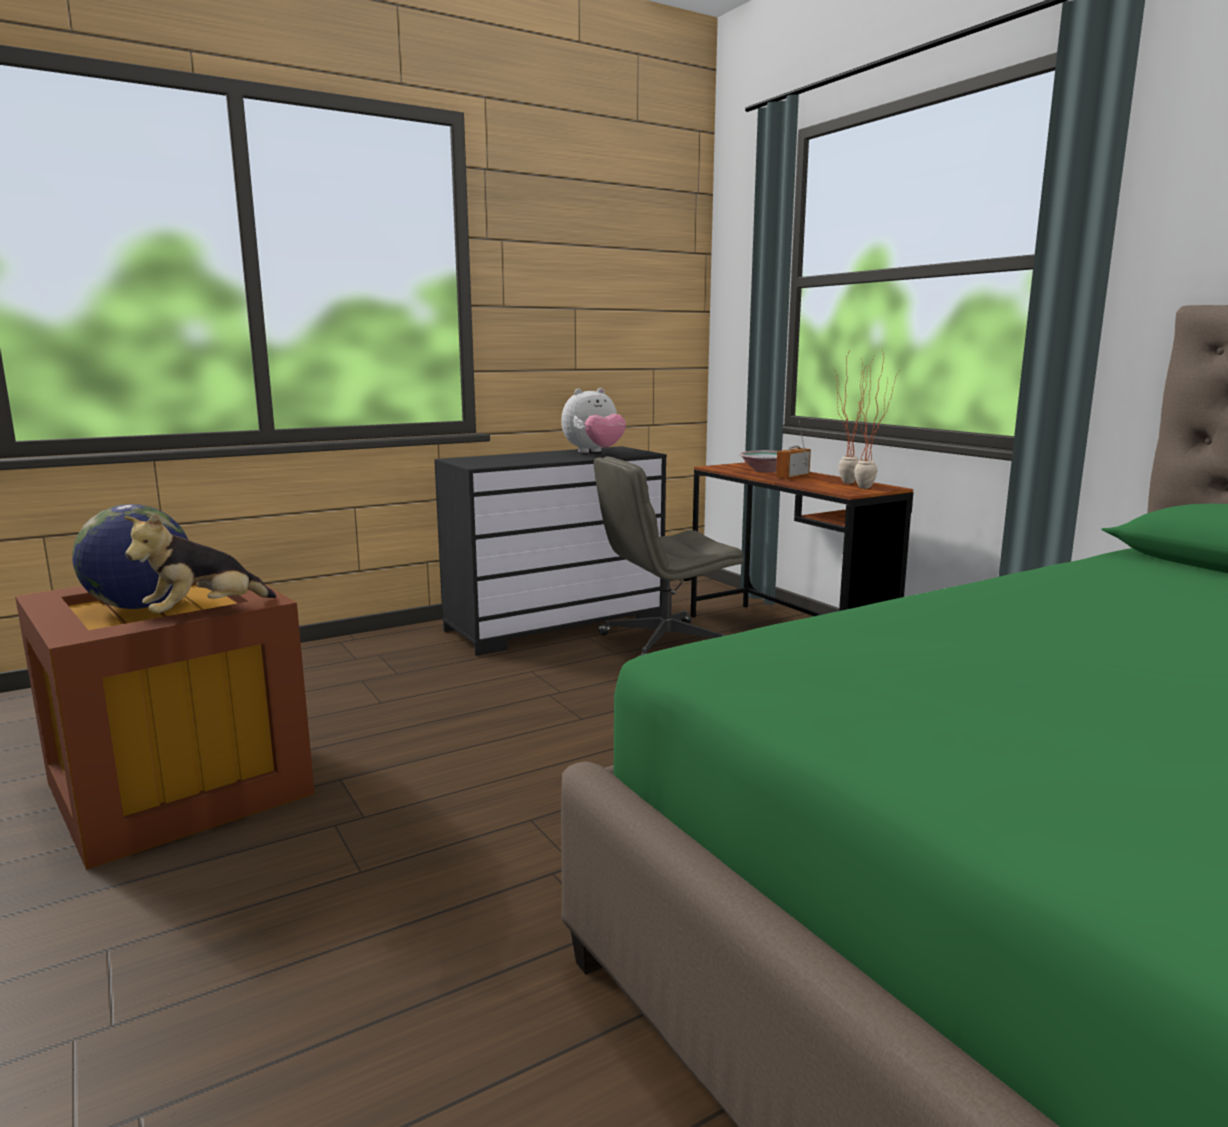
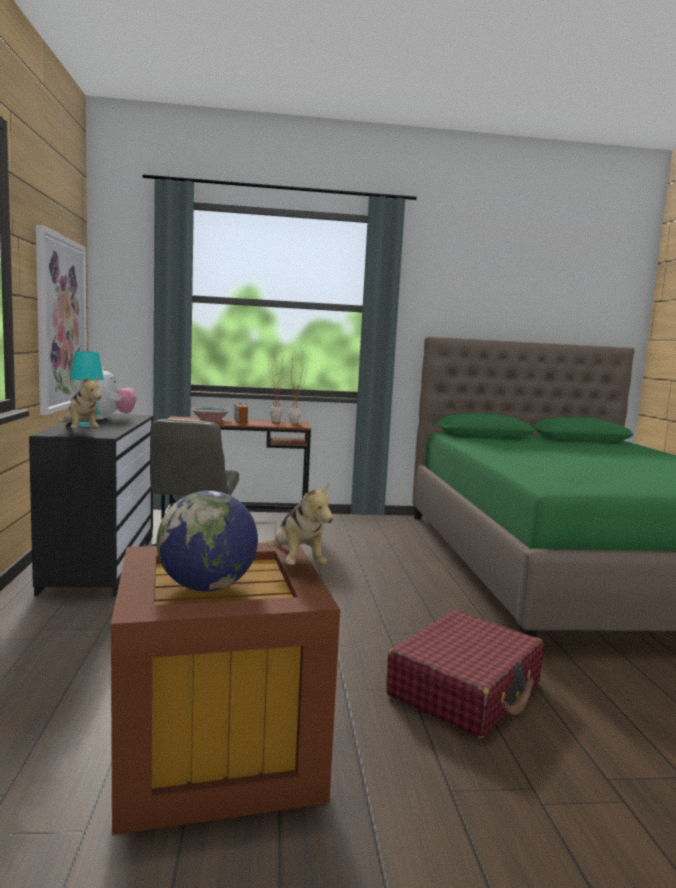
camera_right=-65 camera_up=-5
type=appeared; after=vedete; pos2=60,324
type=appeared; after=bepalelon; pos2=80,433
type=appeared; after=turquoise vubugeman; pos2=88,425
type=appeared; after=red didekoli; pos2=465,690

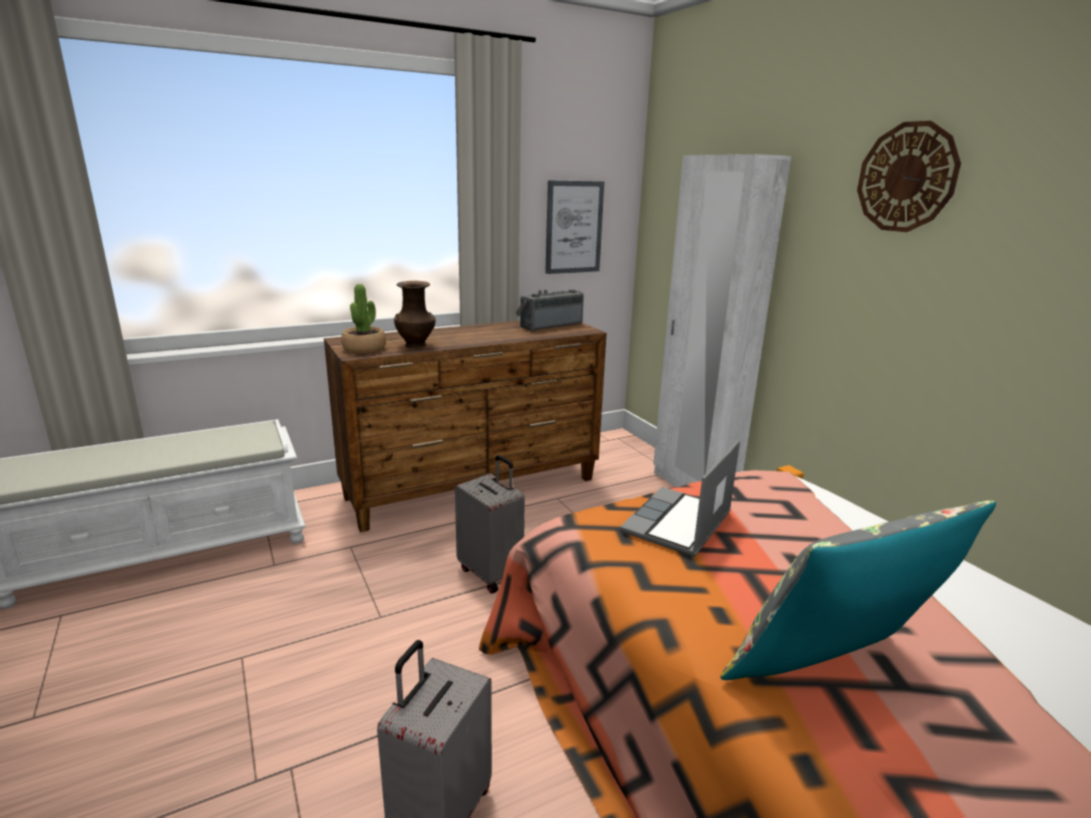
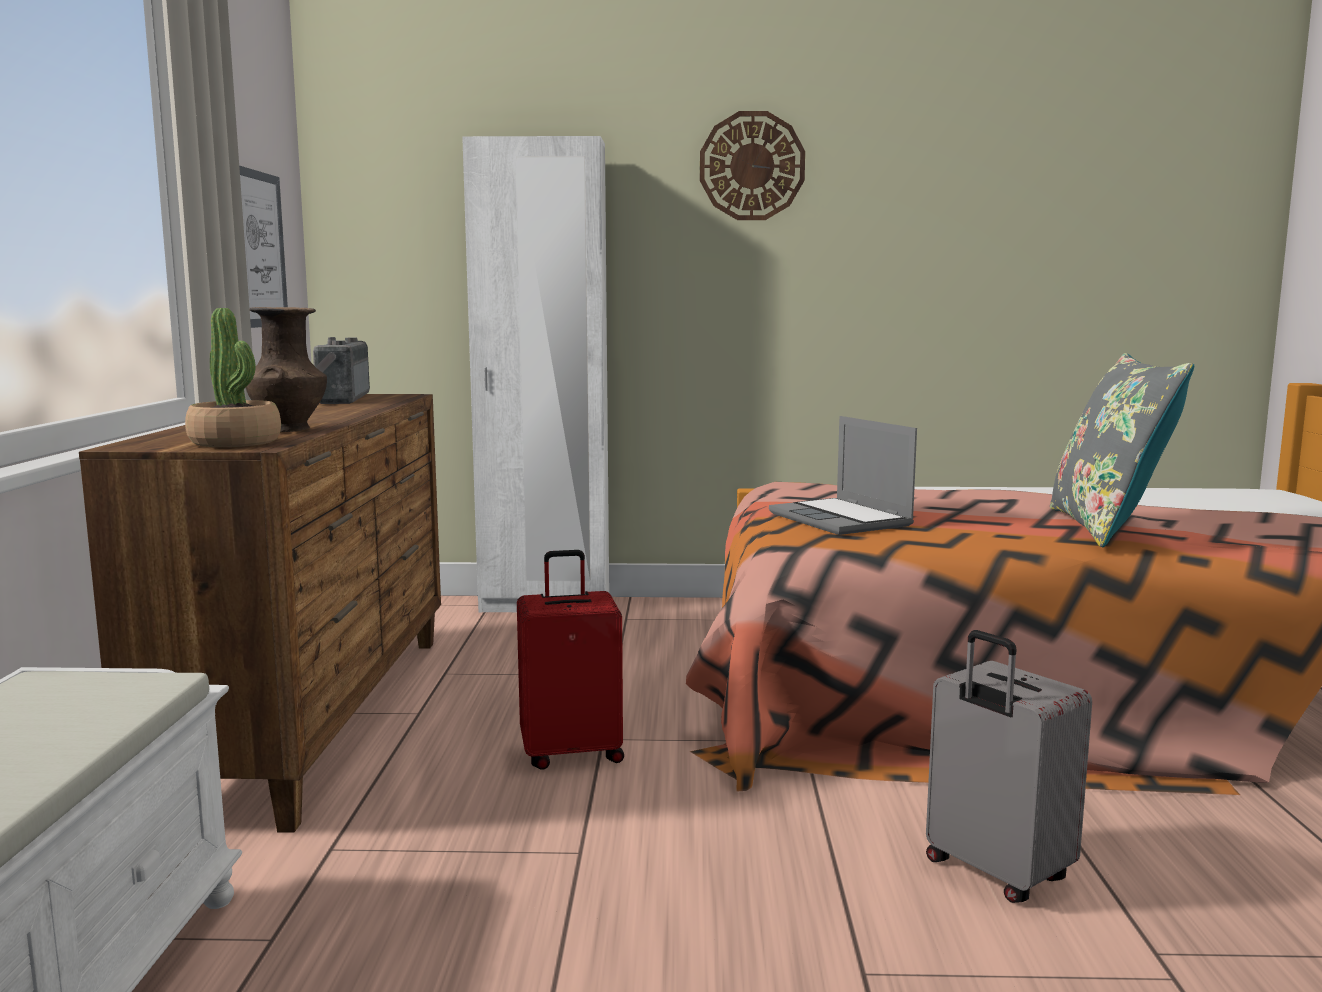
camera_right=-60 camera_up=-10
type=colour; before=grey didekoli; after=red didekoli; pos1=491,573; pos2=572,753

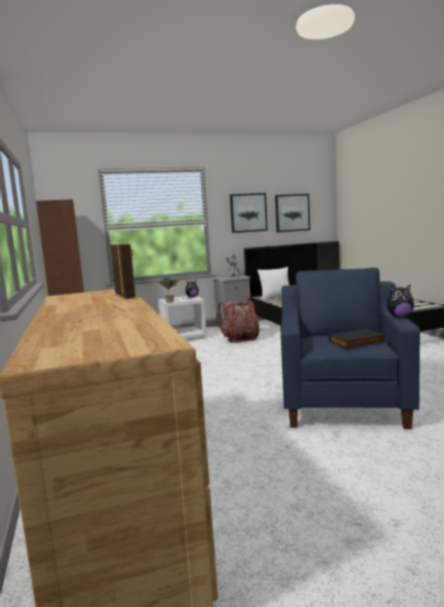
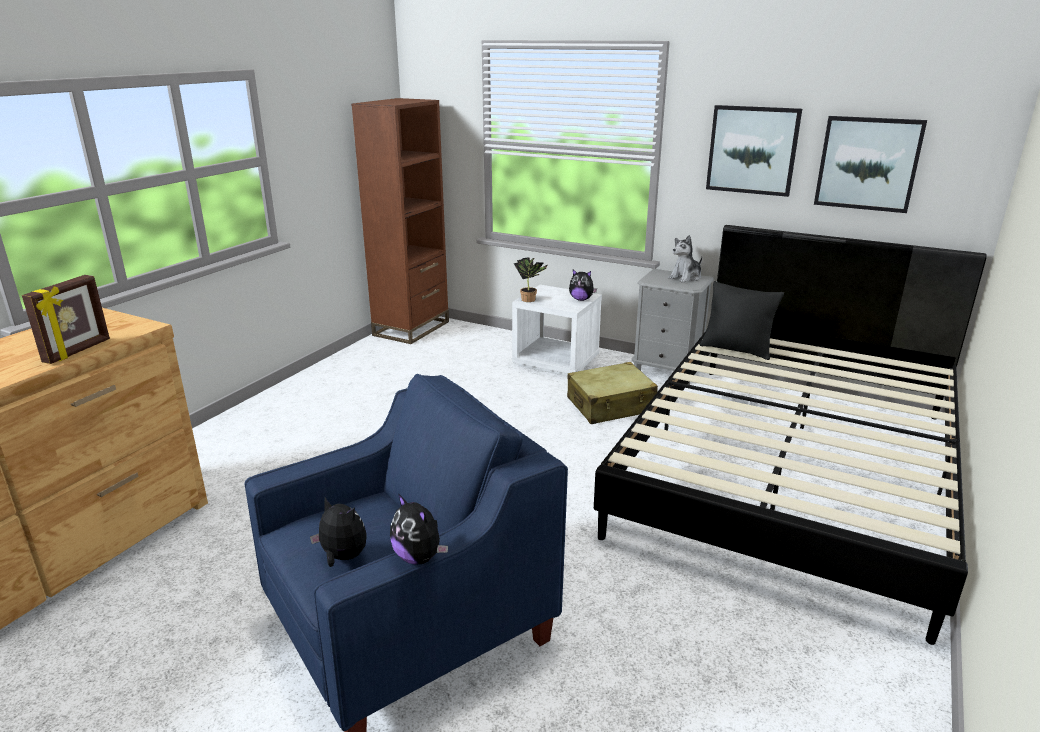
camera_right=45 camera_up=15
type=exchanged; before=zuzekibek; after=beige didekoli; pos1=240,338; pos2=611,405
type=exchanged; before=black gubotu; after=bepalelon; pos1=357,342; pos2=342,557
type=colour; before=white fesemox; after=black fesemox; pos1=276,298; pos2=736,349

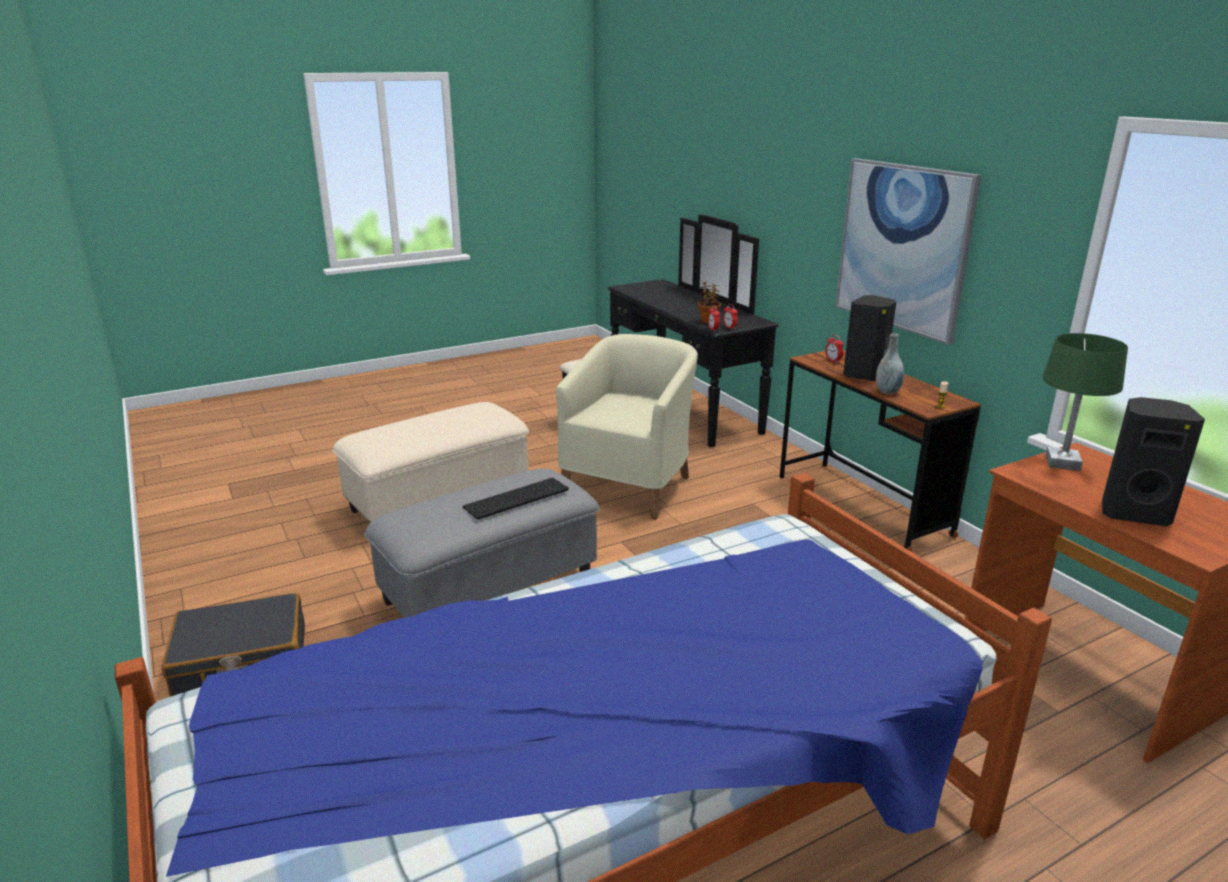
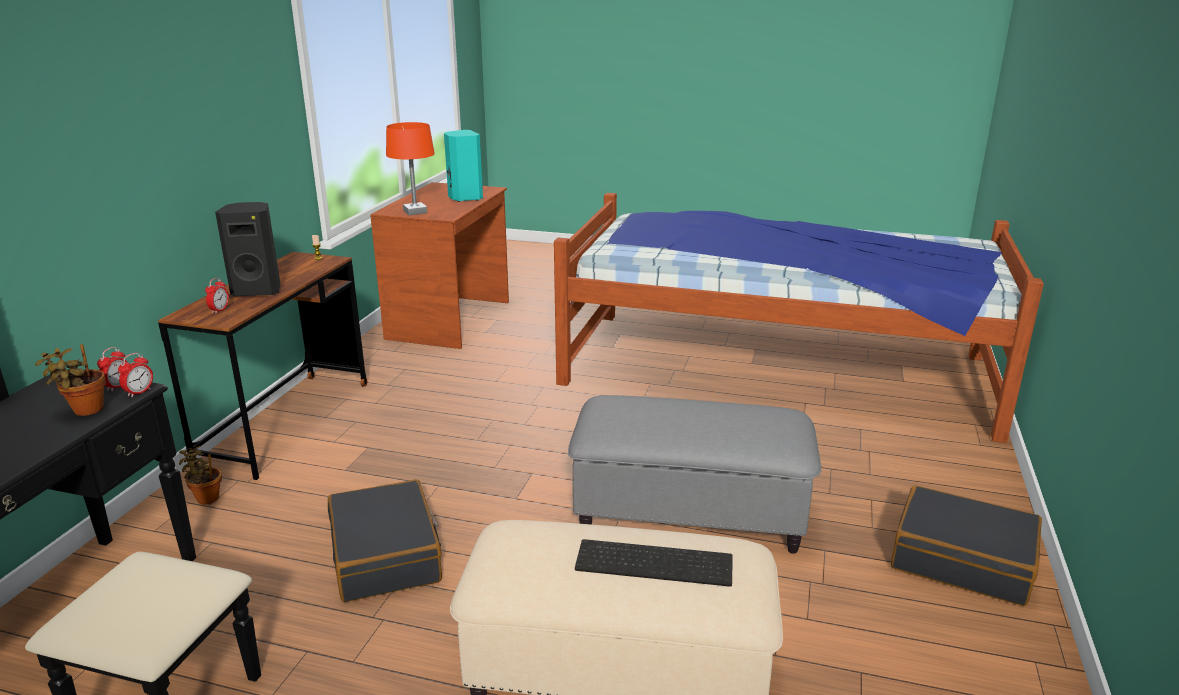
camera_right=-135 camera_up=0
type=missing; before=vedete; pos1=902,247
type=missing; before=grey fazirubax; pos1=887,391
type=appeared; after=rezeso; pos2=206,498
type=relocated; before=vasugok; pos1=516,499; pos2=656,561
type=exchanged; before=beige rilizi; after=black didekoli; pos1=630,486; pos2=386,555
type=colour; before=green vubugeman; after=orange vubugeman; pos1=1063,463; pos2=415,212
type=colour; before=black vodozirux; after=turquoise vodozirux; pos1=1133,513; pos2=464,198

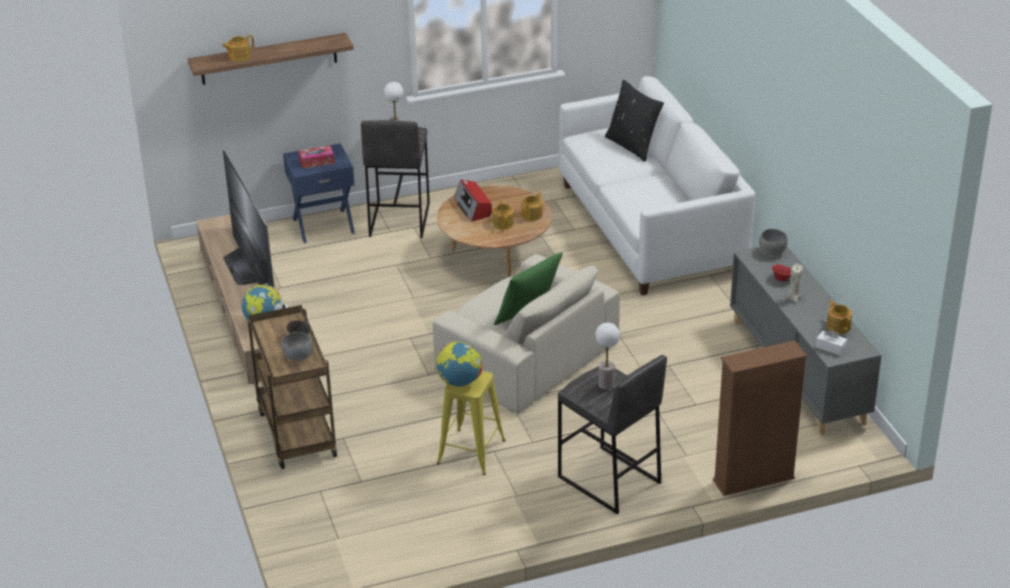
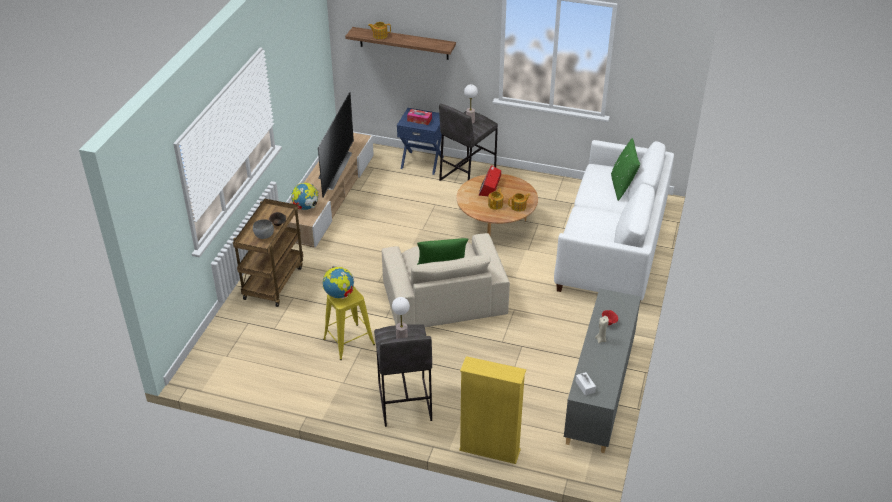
camera_right=35 camera_up=5
type=missing; before=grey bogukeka; pos1=772,252
type=missing; before=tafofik; pos1=838,326
type=colour; before=black fesemox; after=green fesemox; pos1=632,146; pos2=622,187
type=colour; before=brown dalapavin; after=yellow dalapavin; pos1=753,479; pos2=489,450

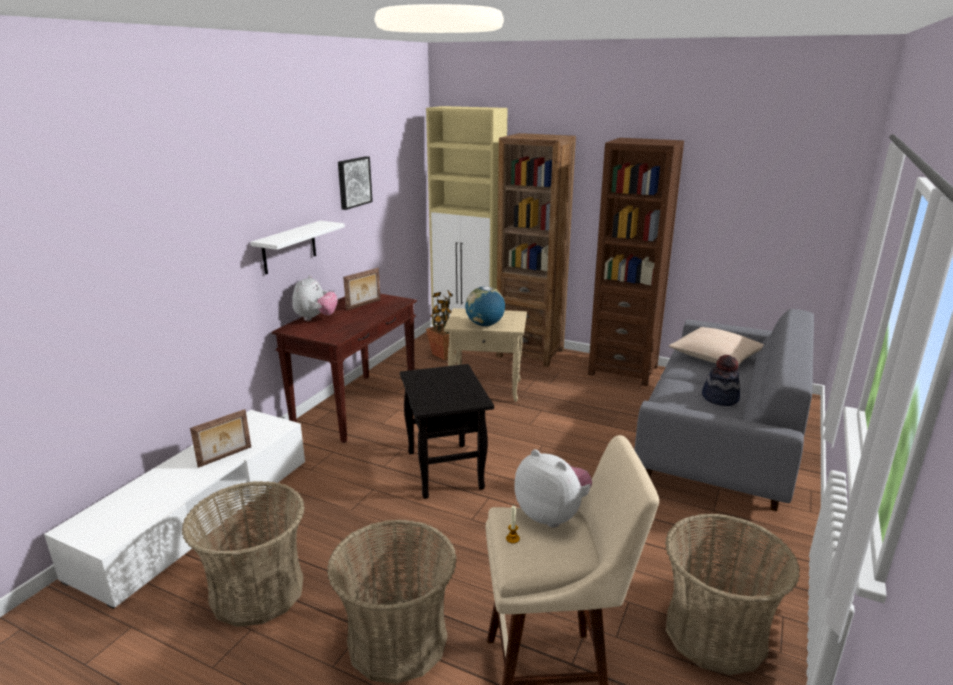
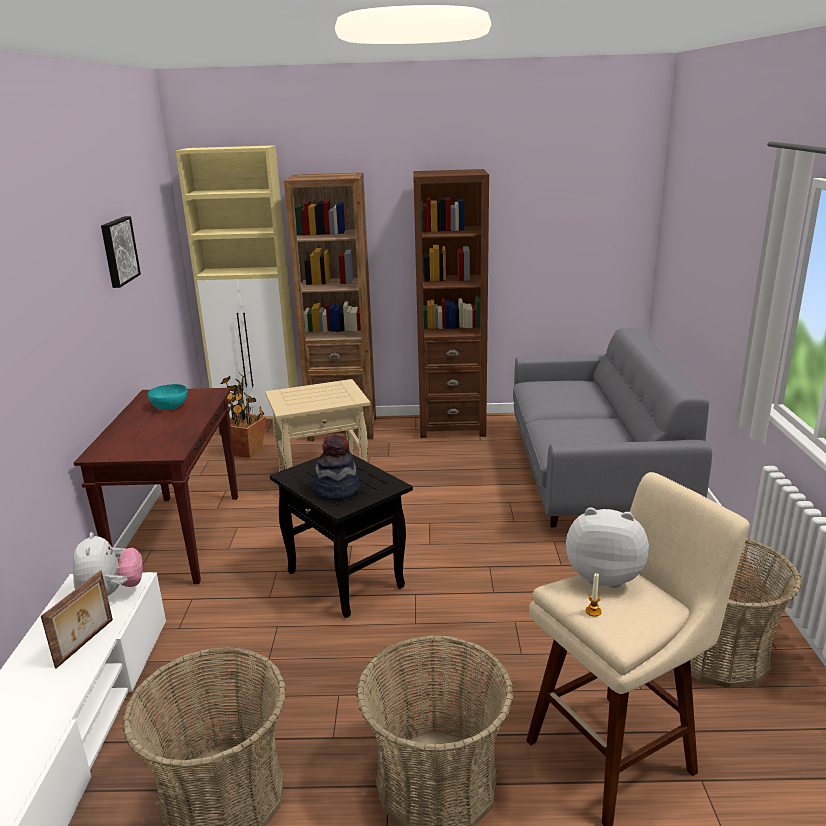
camera_right=-25 camera_up=0
type=missing; before=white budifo; pos1=289,247
type=missing; before=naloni; pos1=485,325
type=missing; before=beige fesemox; pos1=715,357
type=relocated; before=bepalelon; pos1=315,318; pos2=111,594
type=relocated; before=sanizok; pos1=720,398; pos2=337,490
type=exchanged; before=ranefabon; after=turquoise bogukeka; pos1=364,305; pos2=170,406

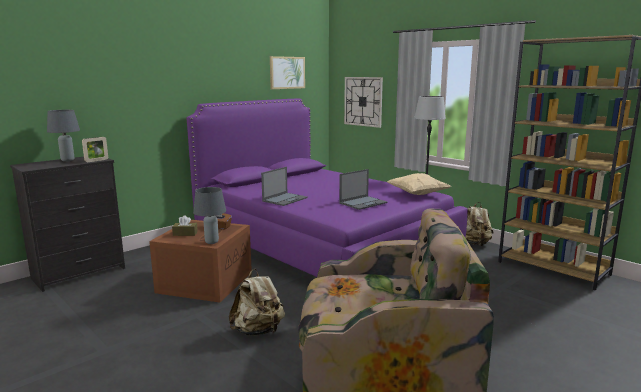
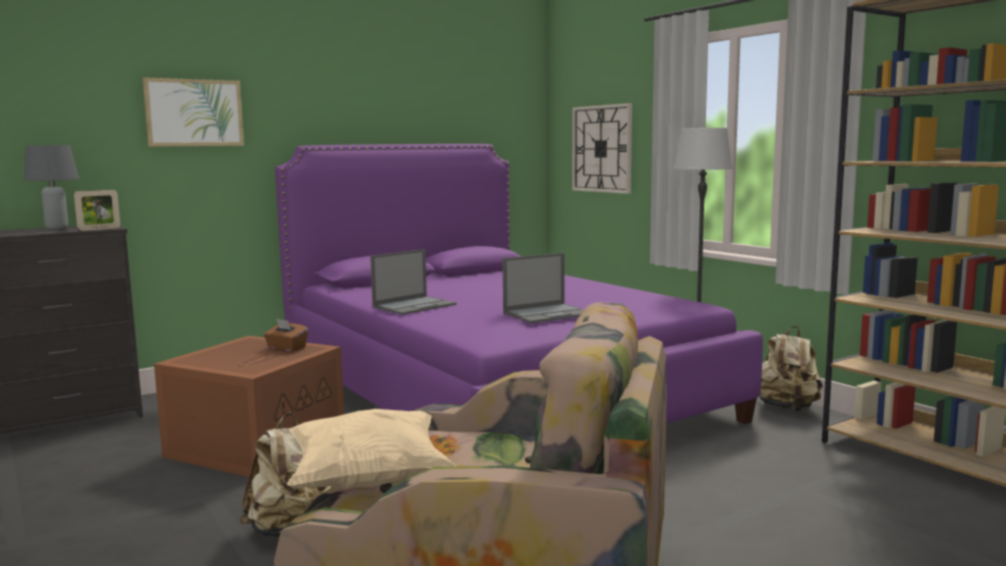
camera_right=10 camera_up=-5
type=missing; before=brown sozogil; pos1=185,233
type=missing; before=grey vubugeman; pos1=212,242
type=relocated; before=vedete; pos1=287,72; pos2=194,113
type=relocated; before=beige fesemox; pos1=417,194; pos2=368,480

